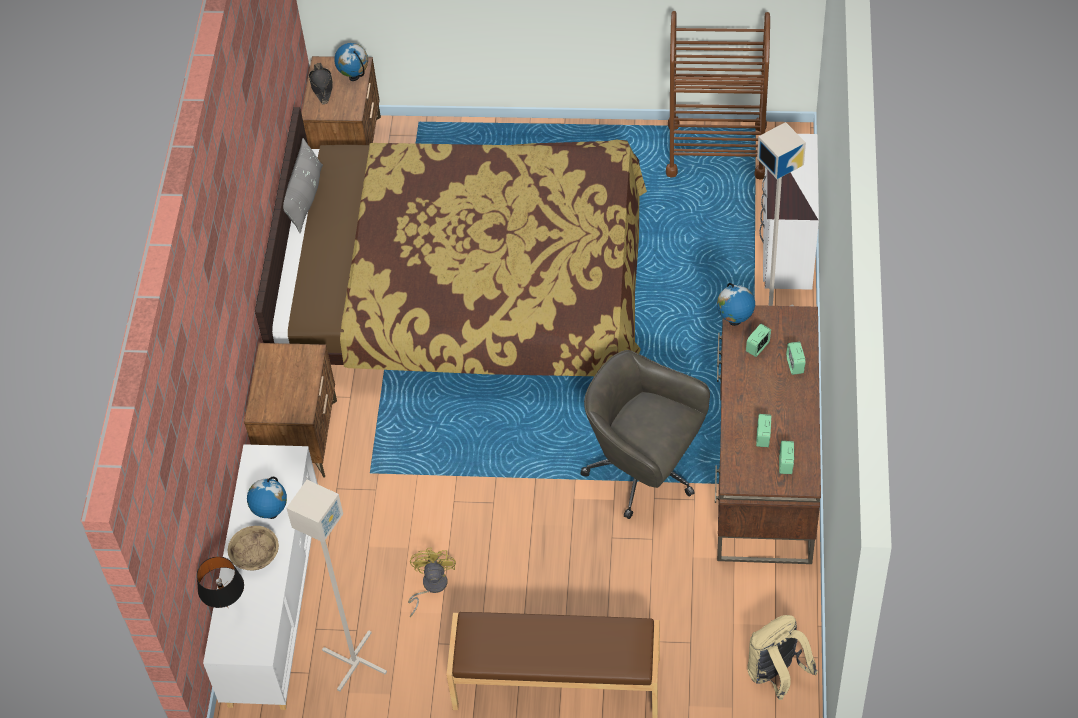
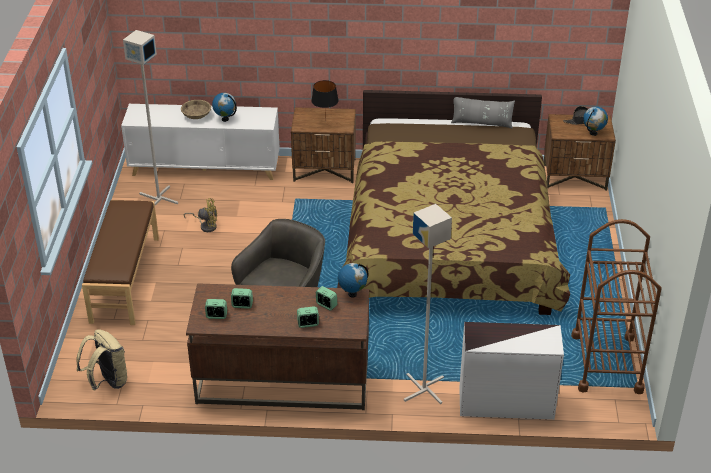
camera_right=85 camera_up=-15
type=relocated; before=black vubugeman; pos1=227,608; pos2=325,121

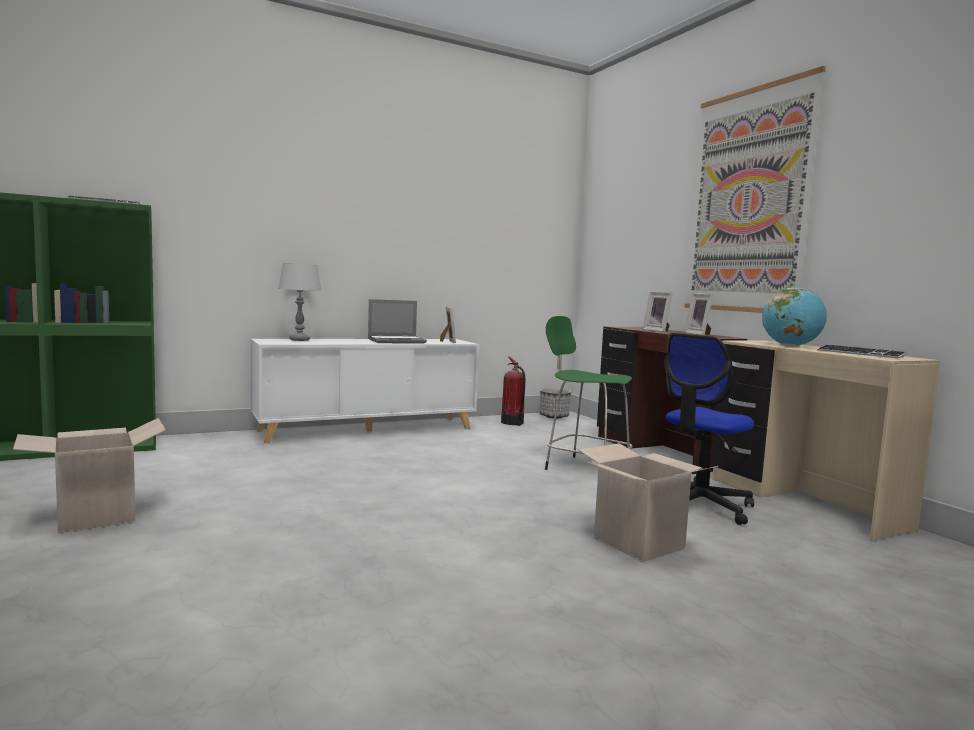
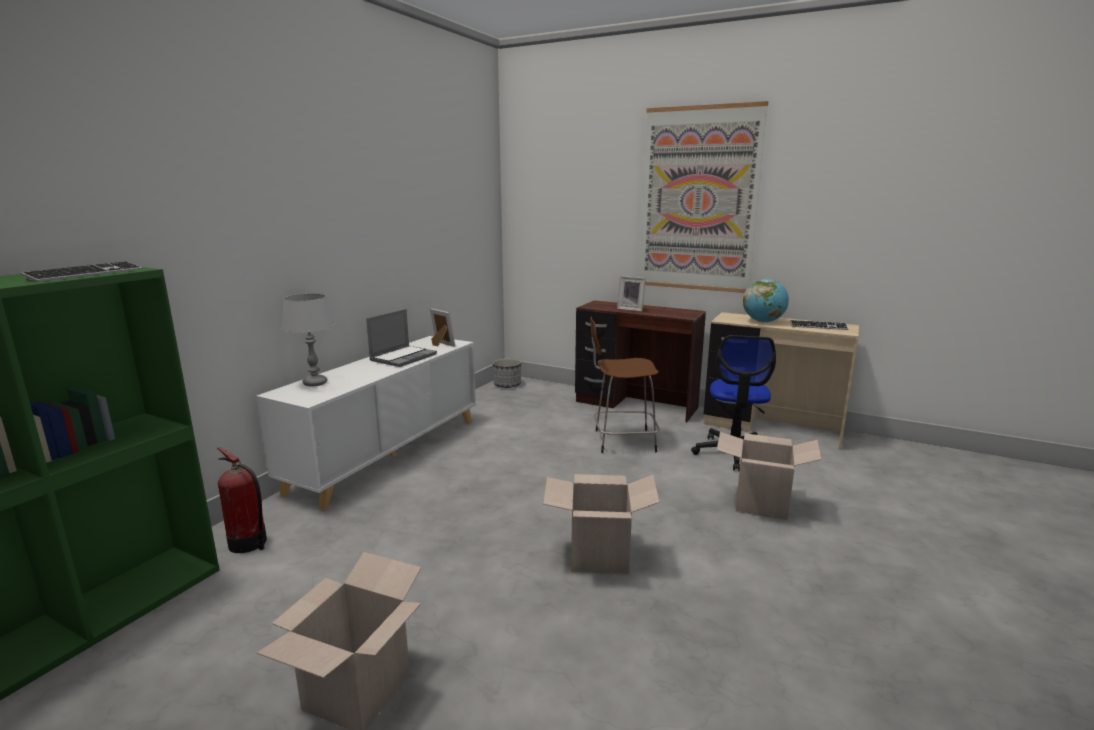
camera_right=-35 camera_up=10
type=missing; before=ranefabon; pos1=699,334
type=appeared; after=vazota; pos2=599,556
type=relocated; before=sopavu; pos1=513,423; pos2=249,543
type=colour; before=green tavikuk; after=brown tavikuk; pos1=585,468; pos2=622,441

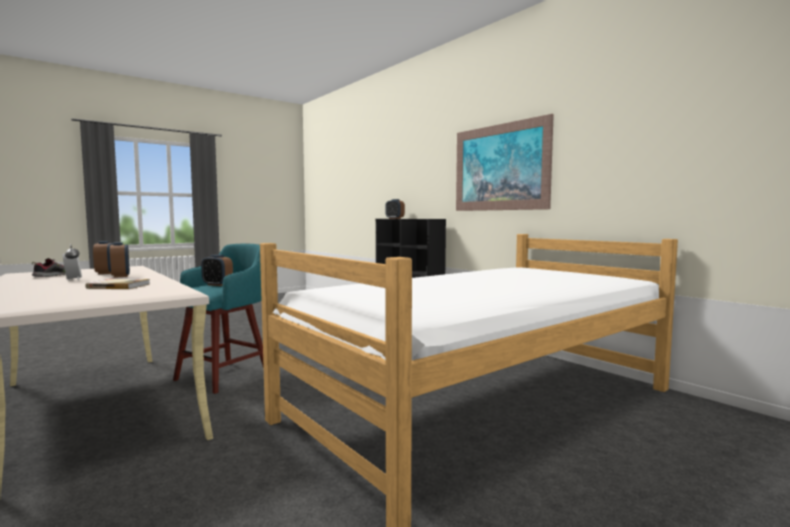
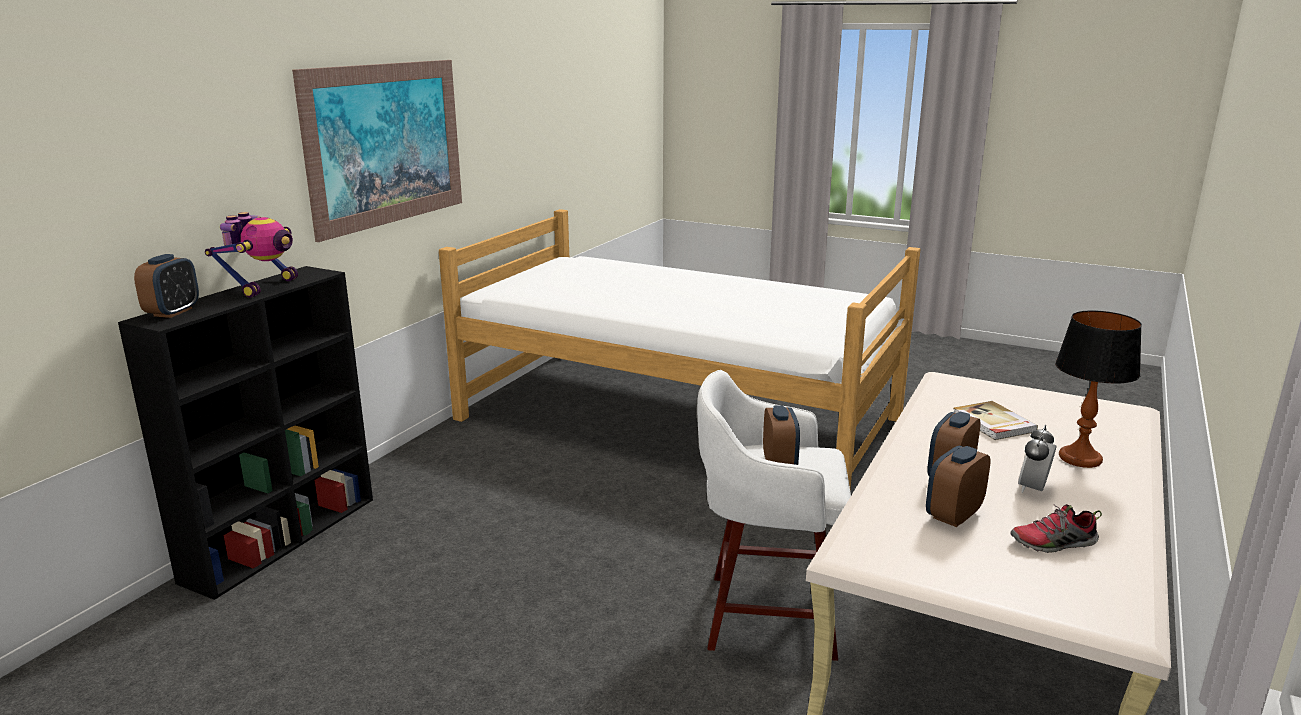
camera_right=-115 camera_up=15
type=appeared; after=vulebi; pos2=263,287
type=appeared; after=vubugeman; pos2=1080,458
type=colour; before=turquoise tavikuk; after=white tavikuk; pos1=225,375; pos2=765,615

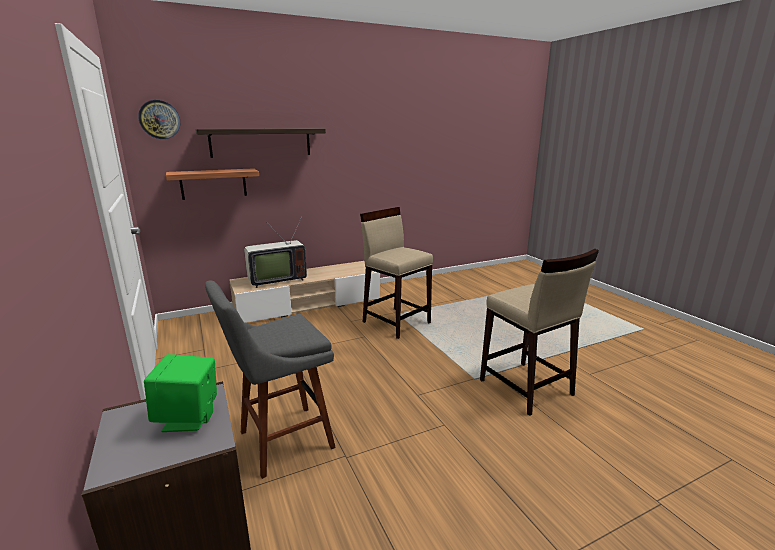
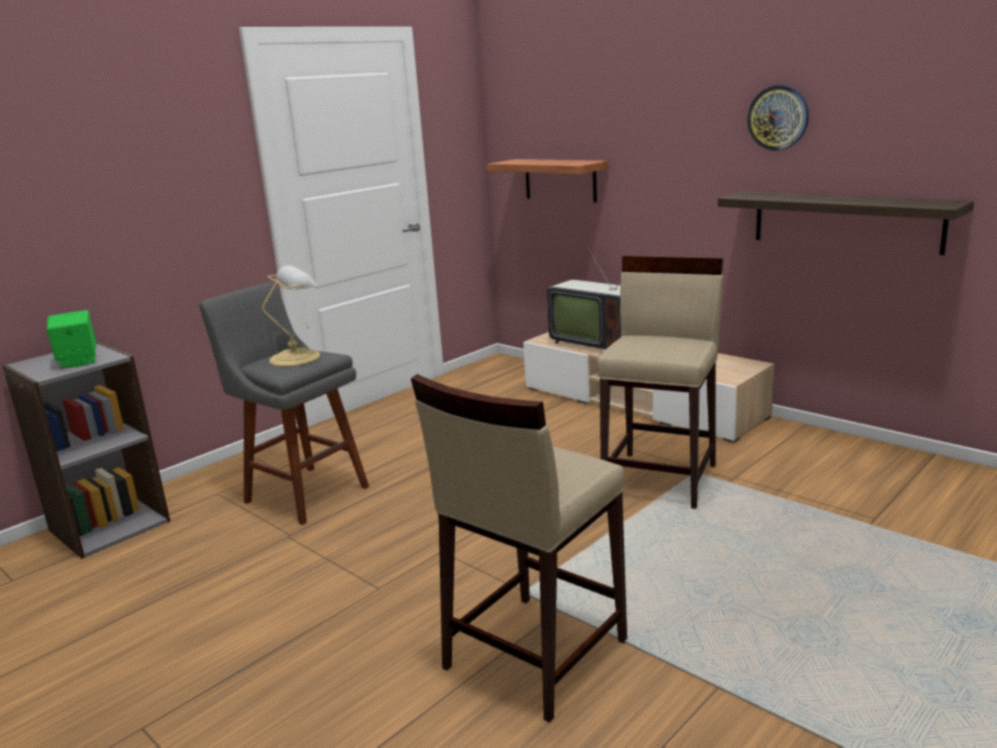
camera_right=70 camera_up=0
type=appeared; after=vubugeman; pos2=297,357
type=relocated; before=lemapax; pos1=159,119; pos2=778,118
type=relocated; before=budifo; pos1=261,142; pos2=845,221

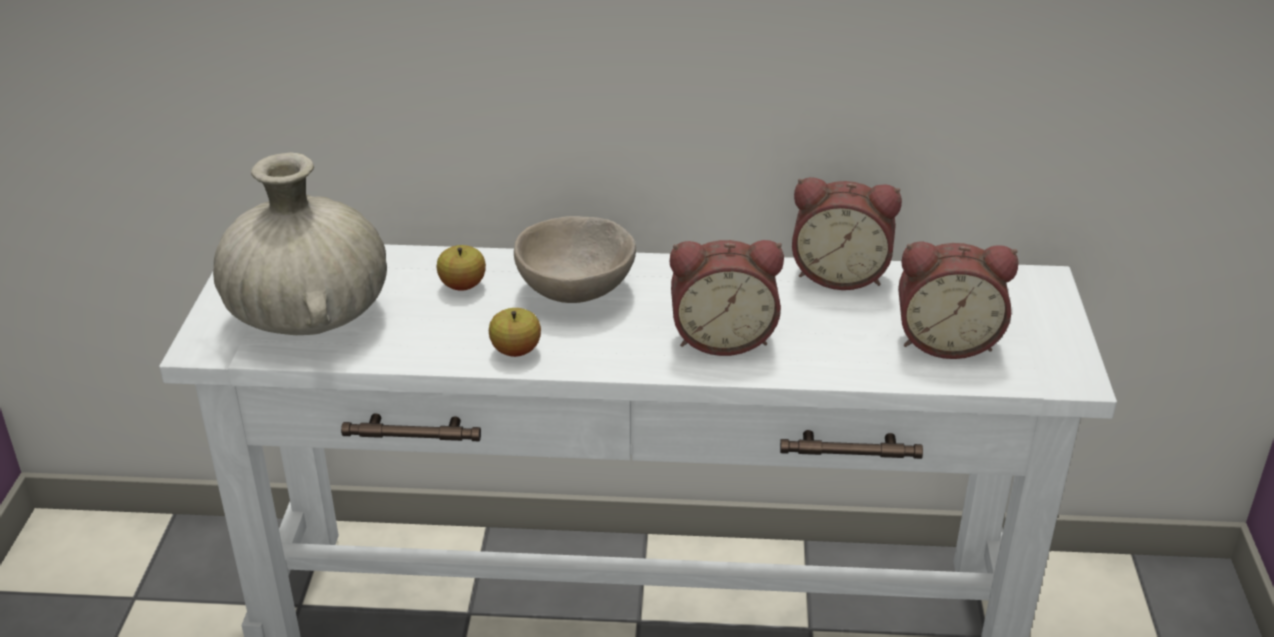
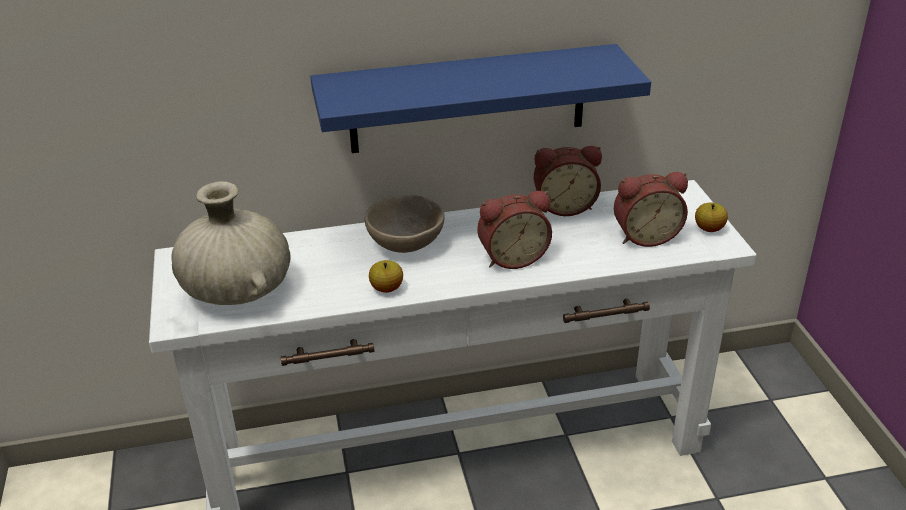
camera_right=-15 camera_up=0
type=appeared; after=blue budifo; pos2=468,99
type=relocated; before=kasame; pos1=462,286; pos2=709,229

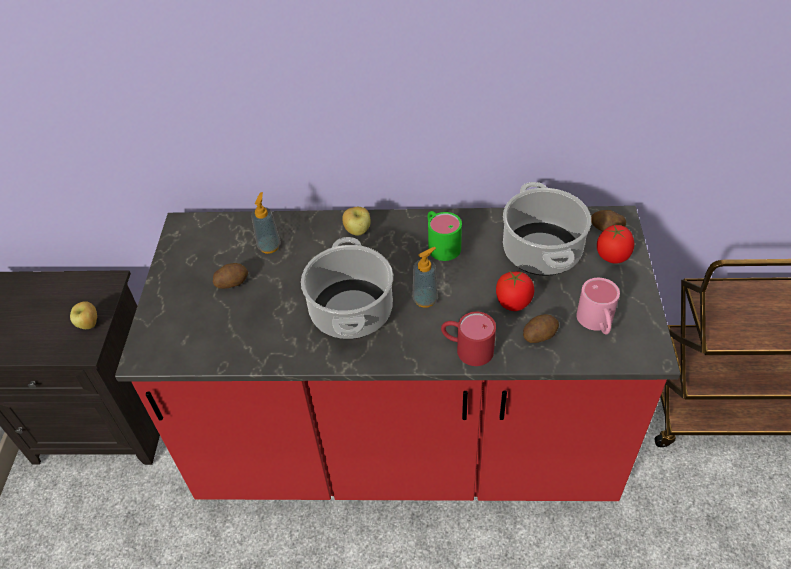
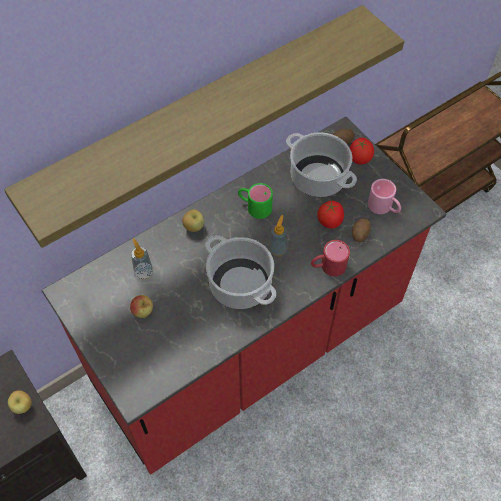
camera_right=-40 camera_up=10
type=appeared; after=budifo; pos2=201,113
type=exchanged; before=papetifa; after=kasame; pos1=232,282; pos2=143,312

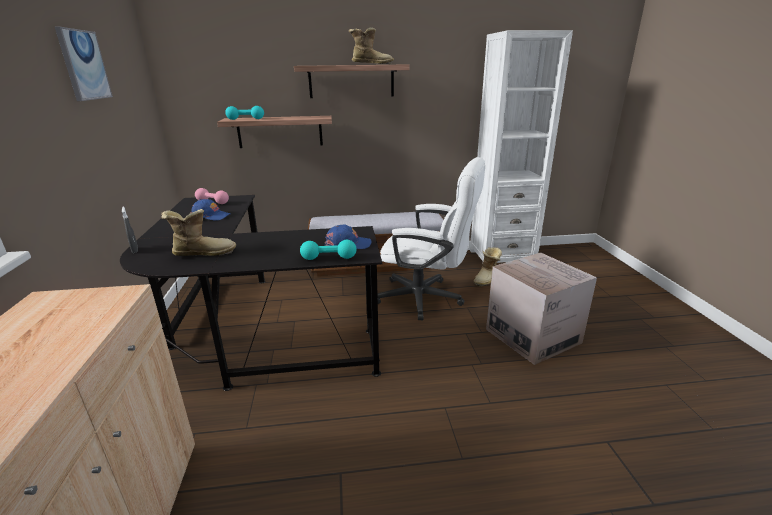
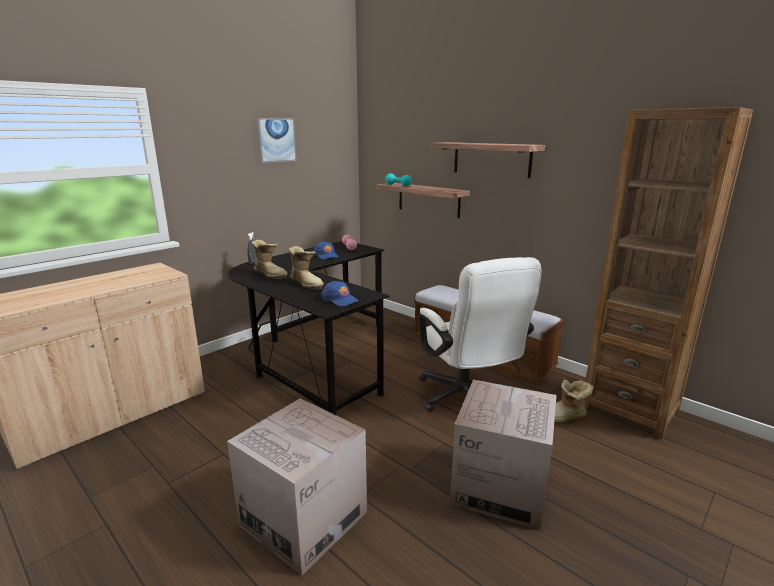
camera_right=50 camera_up=-5
type=missing; before=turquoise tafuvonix; pos1=329,258
type=appeared; after=vazota; pos2=303,518
type=relocated; before=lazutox; pos1=371,64; pos2=307,283
type=colour; before=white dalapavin; after=brown dalapavin; pos1=501,257; pos2=629,409

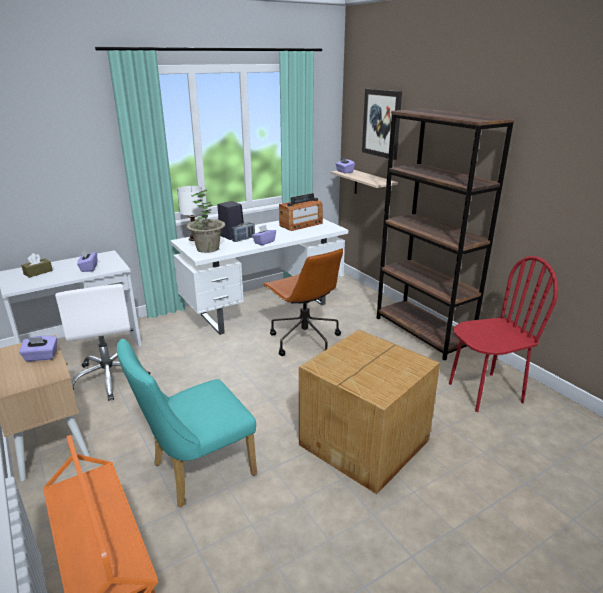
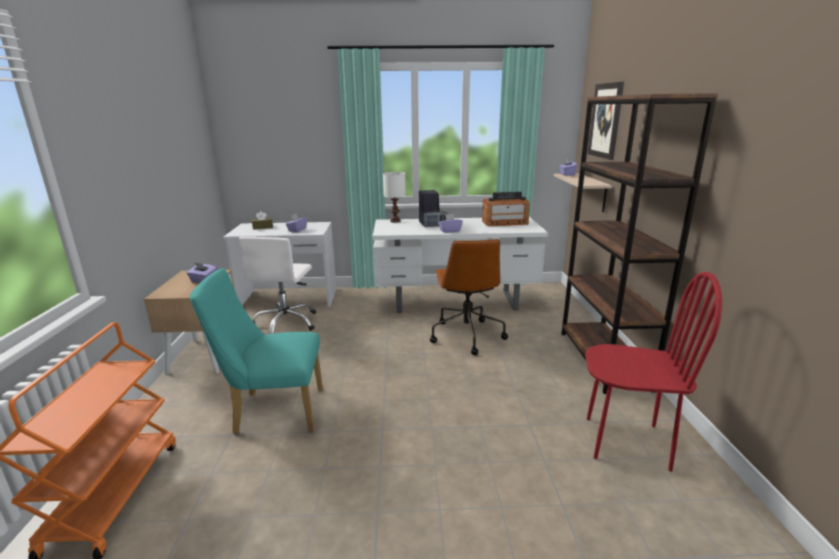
camera_right=30 camera_up=-5
type=missing; before=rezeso; pos1=207,249
type=missing; before=vazota; pos1=366,442

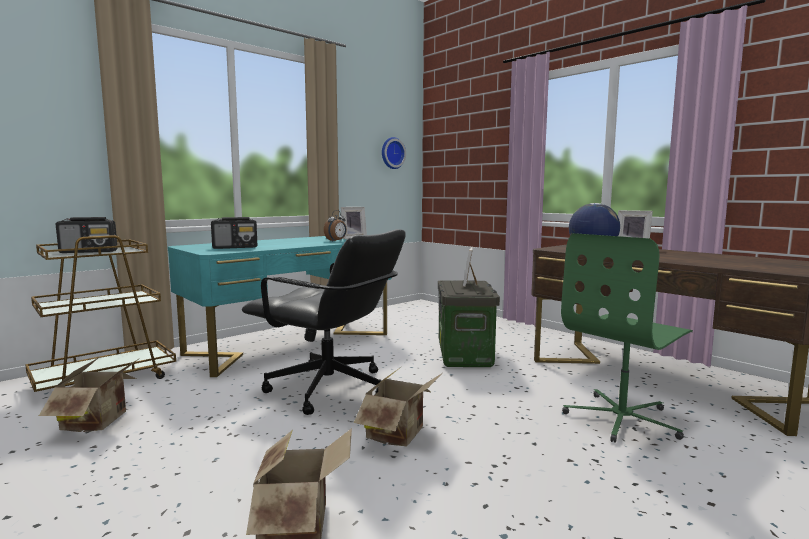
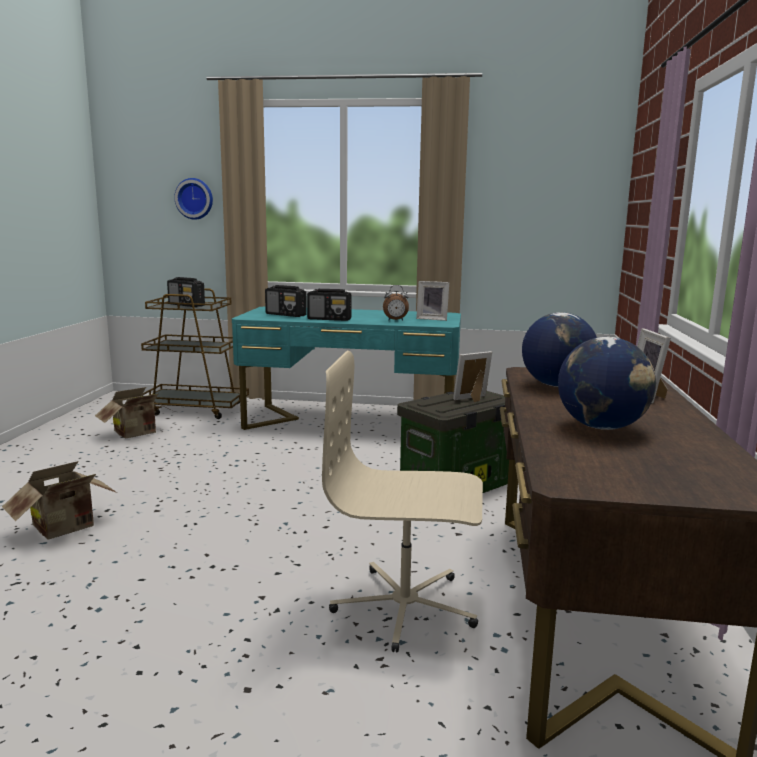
camera_right=50 camera_up=5
type=missing; before=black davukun; pos1=329,389
type=missing; before=vazota; pos1=400,434
type=appeared; after=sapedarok; pos2=329,319
type=appeared; after=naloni; pos2=602,427
type=relocated; before=lemapax; pos1=391,153; pos2=195,199
type=colour; before=green davukun; after=beige davukun; pos1=622,419; pos2=405,607

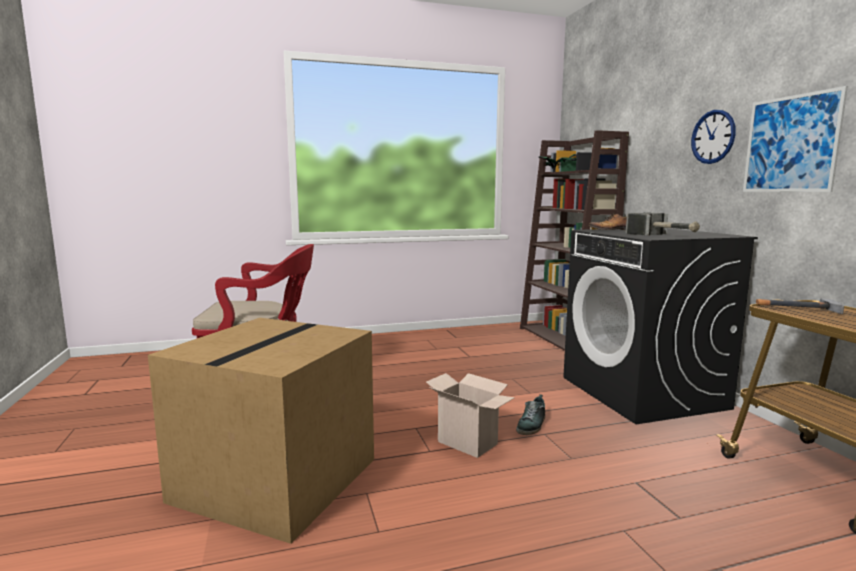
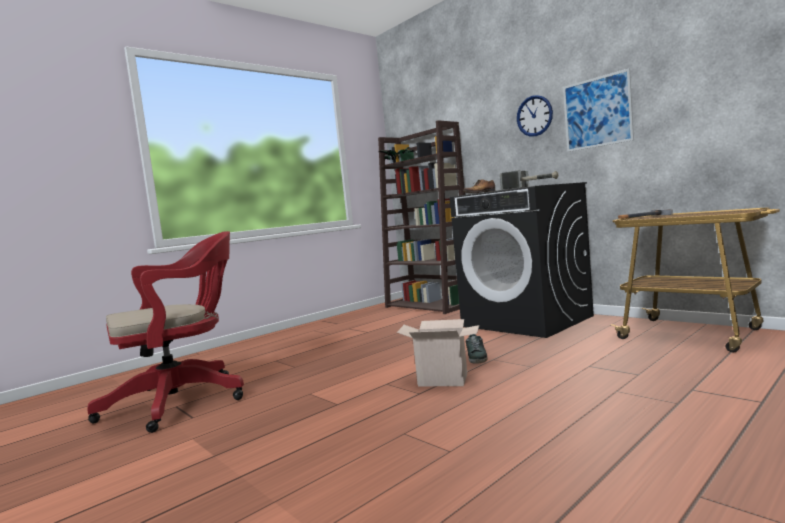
camera_right=-25 camera_up=-5
type=missing; before=vazota; pos1=276,478

